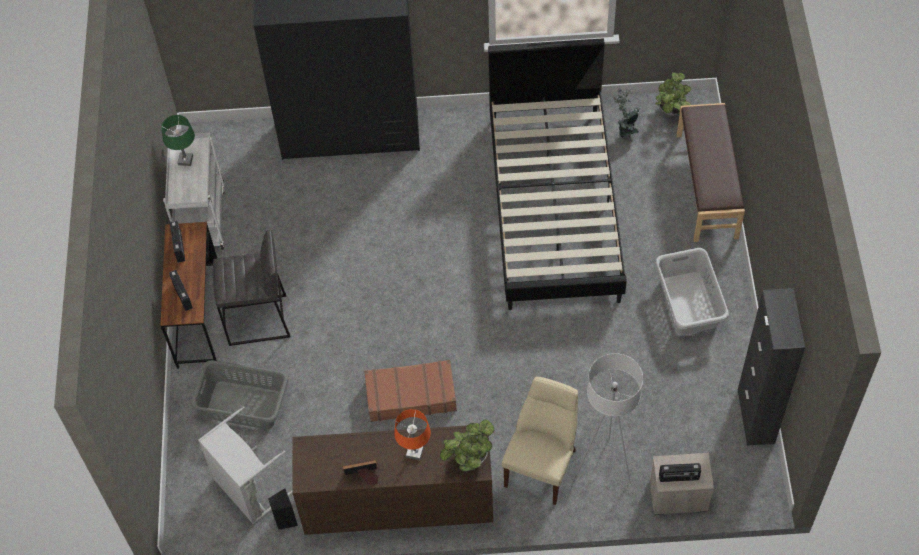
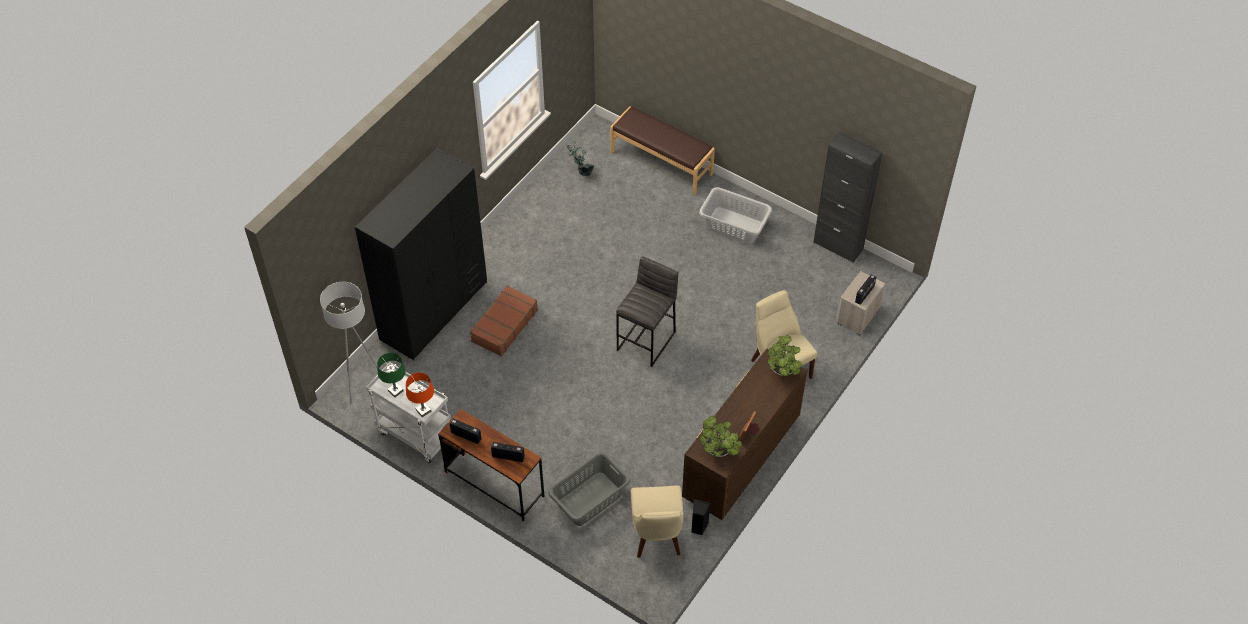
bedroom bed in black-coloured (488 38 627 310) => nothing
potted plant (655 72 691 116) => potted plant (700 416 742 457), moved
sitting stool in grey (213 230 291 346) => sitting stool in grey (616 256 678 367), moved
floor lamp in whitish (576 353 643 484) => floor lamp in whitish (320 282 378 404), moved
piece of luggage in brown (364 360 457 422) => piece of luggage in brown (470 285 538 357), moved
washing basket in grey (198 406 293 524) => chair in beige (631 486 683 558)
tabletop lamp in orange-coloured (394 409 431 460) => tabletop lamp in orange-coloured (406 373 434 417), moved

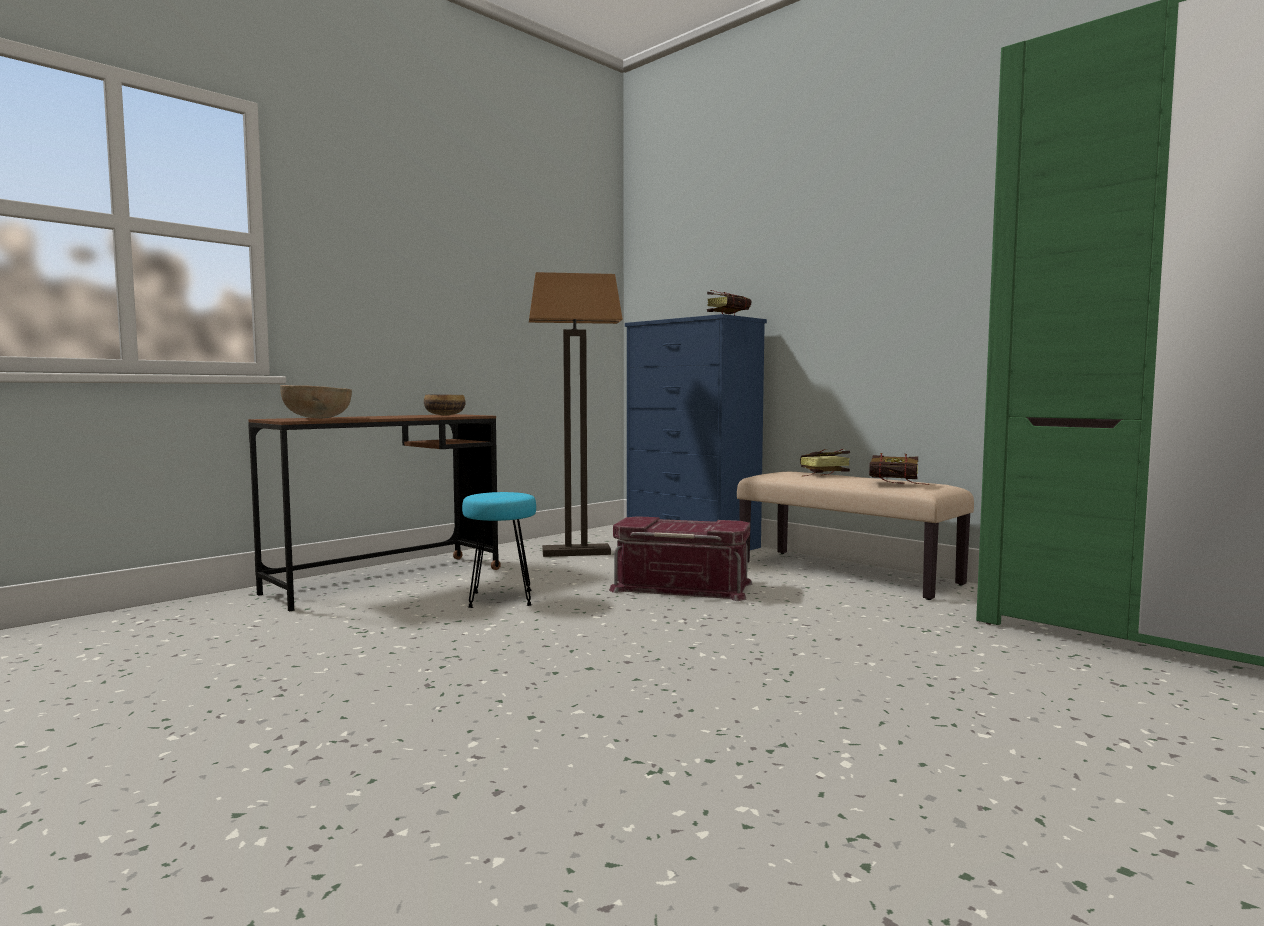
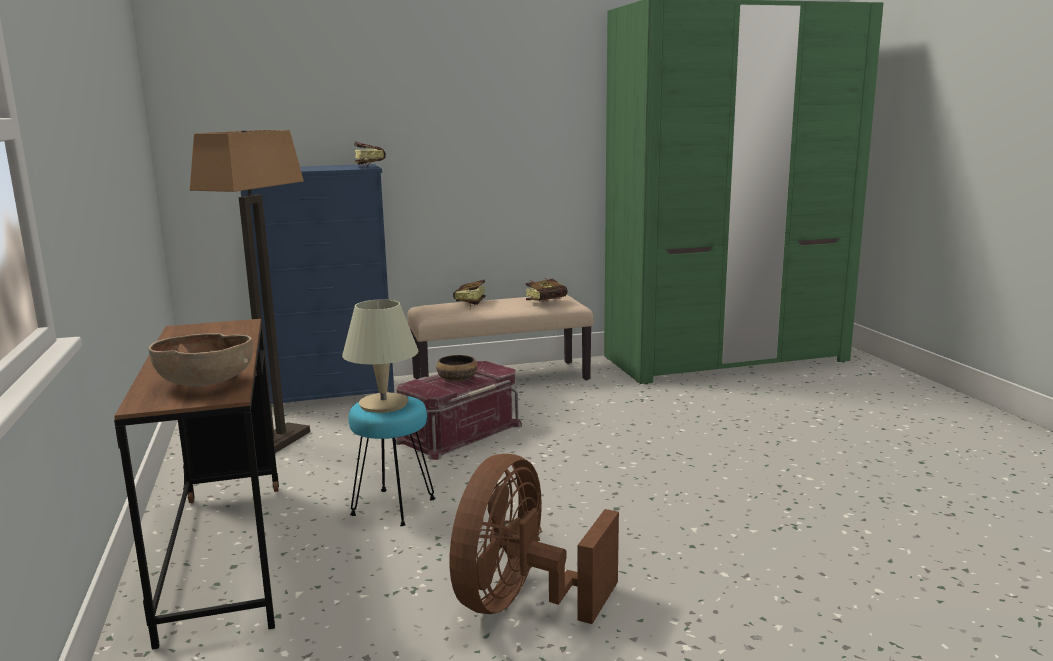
serving bowl (424 394 466 415) => serving bowl (437 355 477 382), moved
nothing => tabletop lamp in beige (342 300 419 413)
nothing => cooling fan in brown (450 454 619 624)

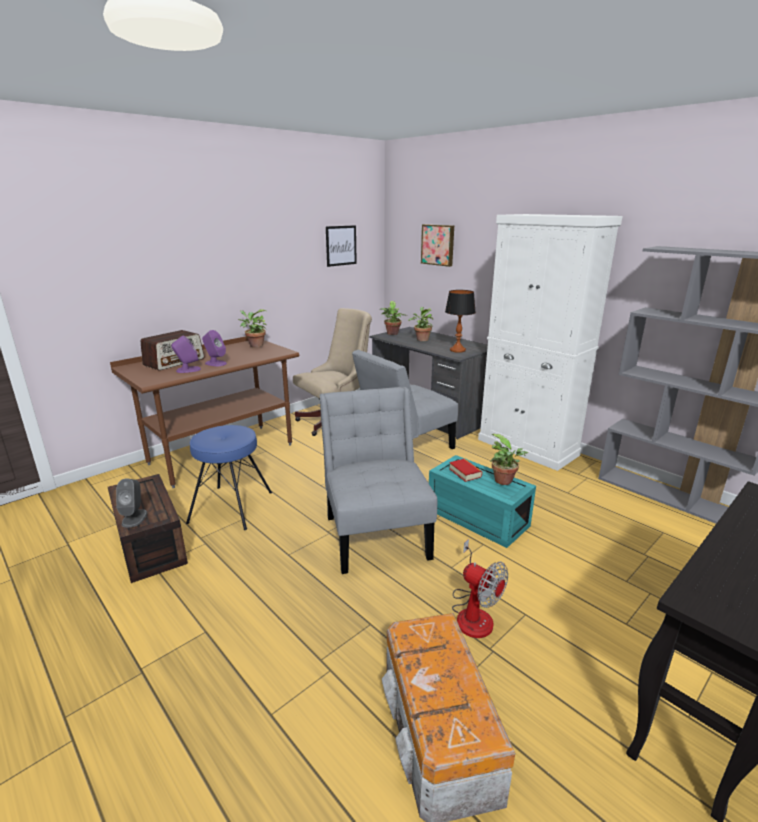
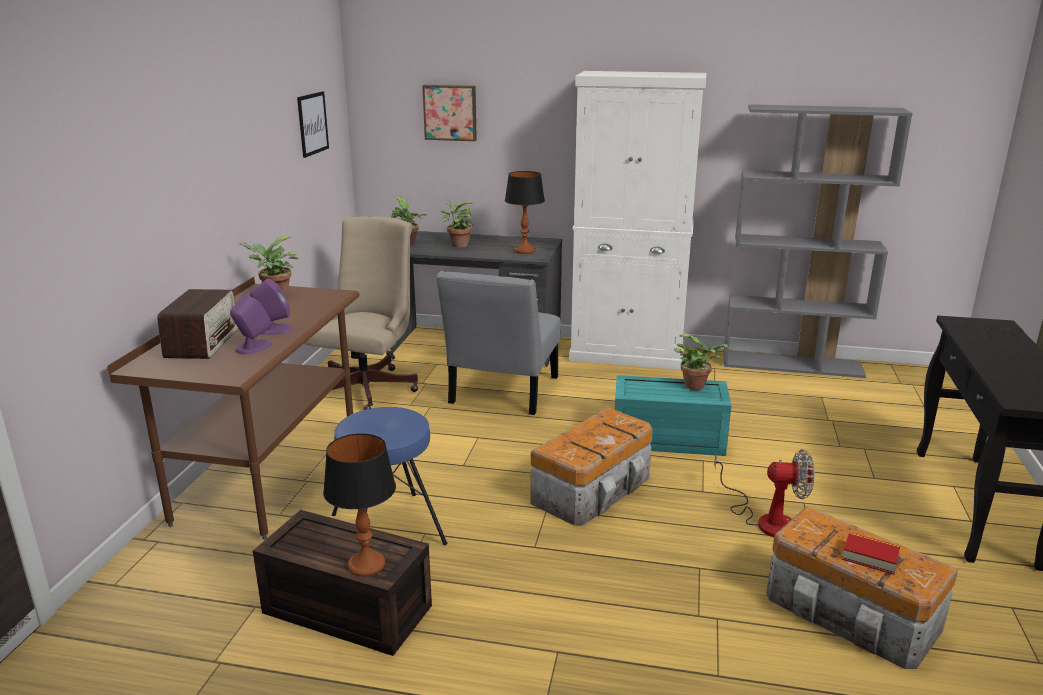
chair in grey (319 387 437 574) => storage bin (530 407 653 526)
volume (449 459 482 482) => volume (842 532 900 575), moved
speaker in grey (116 478 147 527) => tabletop lamp (323 433 396 577)

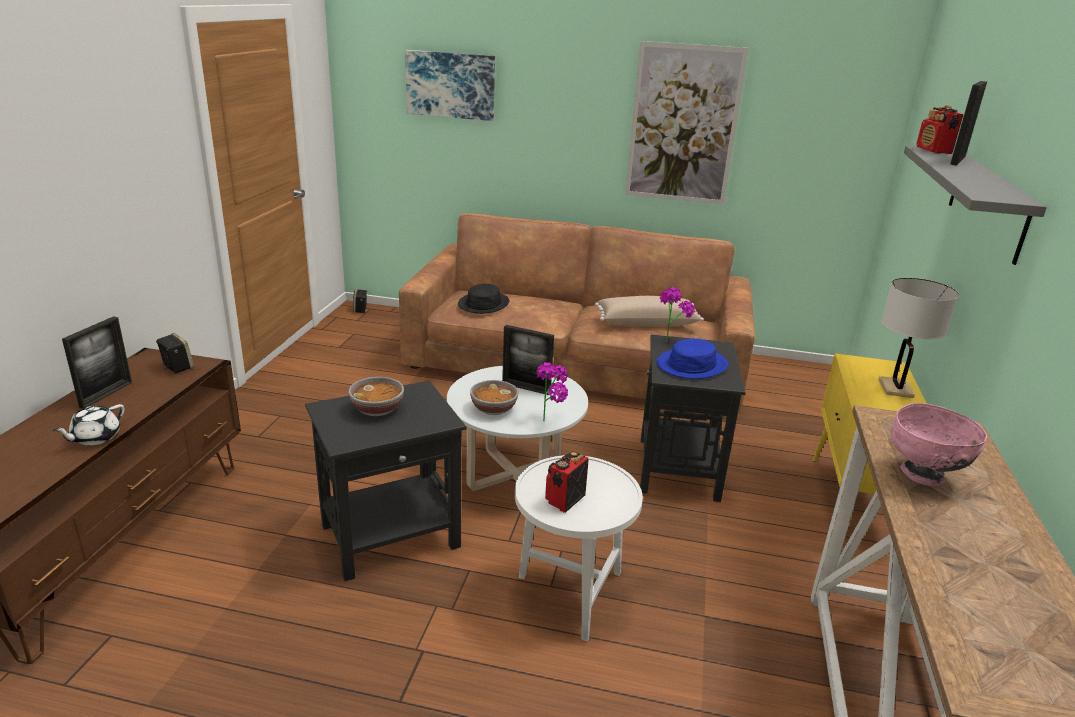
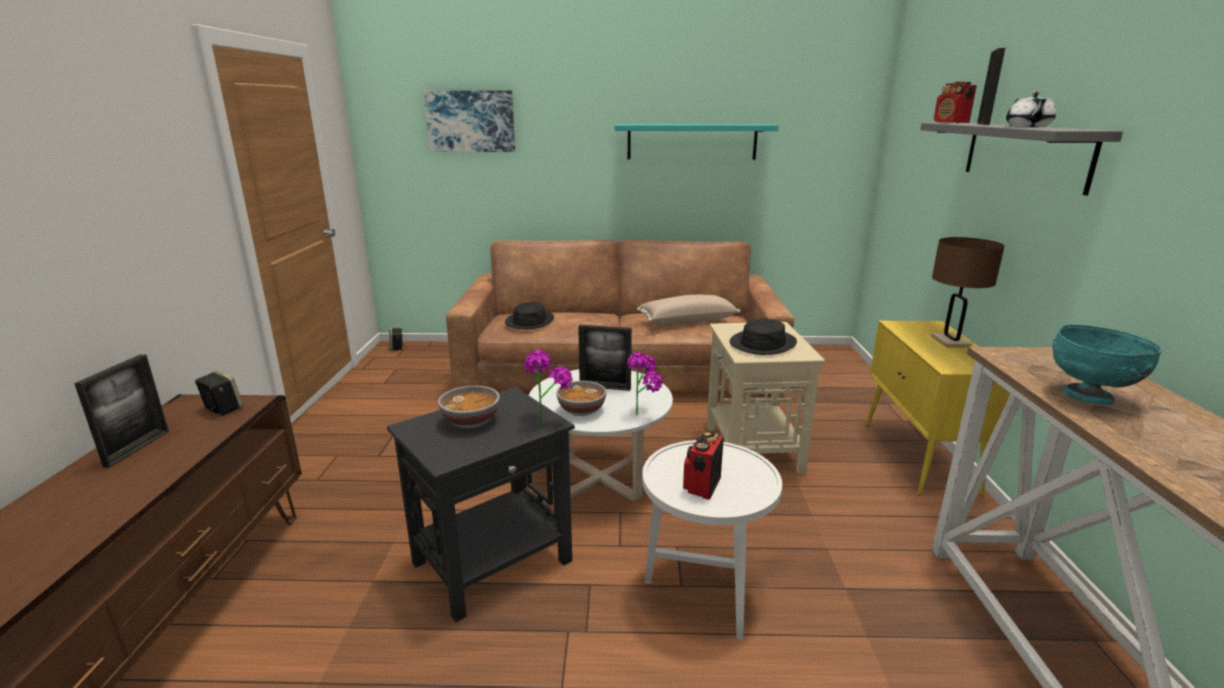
picture (625 41 749 205) => bracket shelf in turquoise (615 124 779 160)
tabletop lamp in whitish (878 278 959 398) => tabletop lamp in brown (931 237 1005 347)
potted plant (660 287 695 342) => potted plant (524 350 572 425), moved
side table in black-coloured (640 335 746 502) => side table in beige (707 322 825 474)
hat in bluish (657 338 728 379) => hat in black-coloured (730 318 797 355)
serving bowl in pink-coloured (891 403 987 486) => serving bowl in turquoise (1053 324 1163 405)
tea pot in whitish (53 404 125 446) => tea pot in whitish (1006 92 1056 127), moved

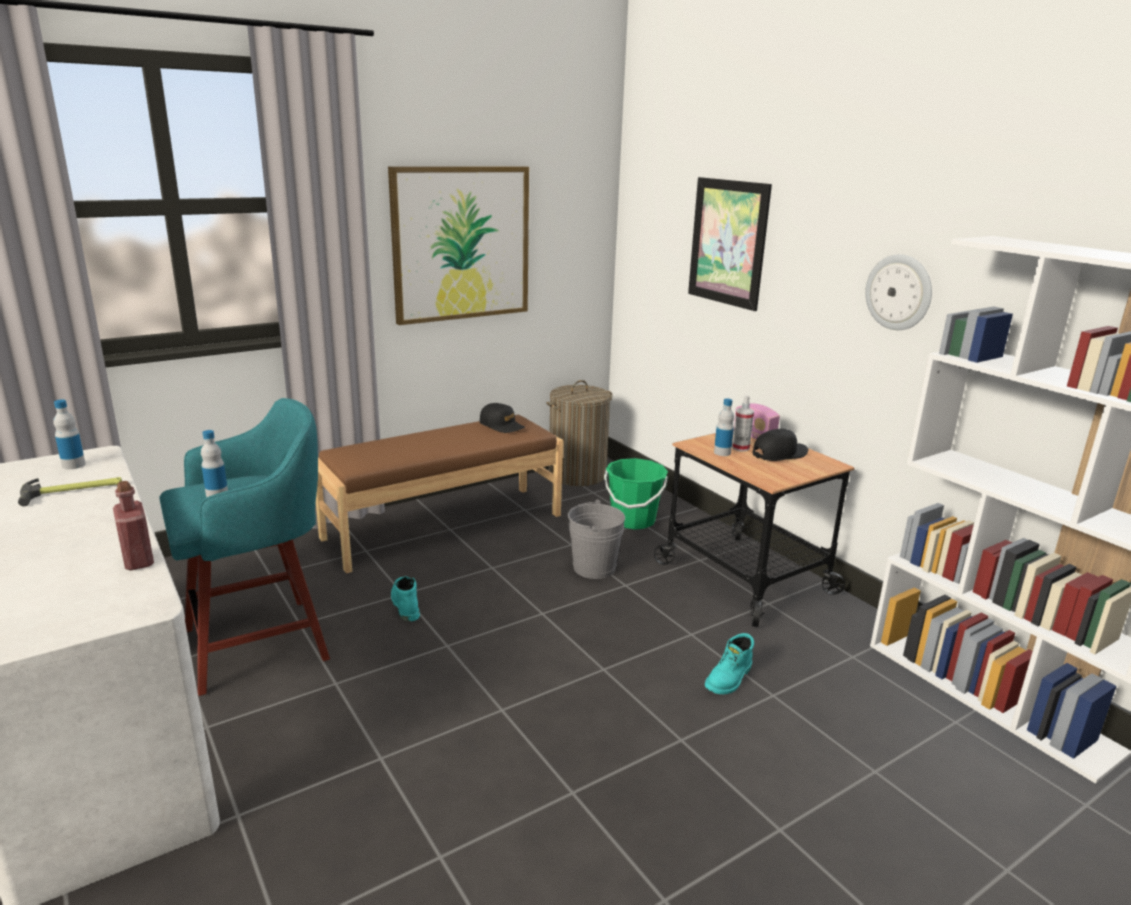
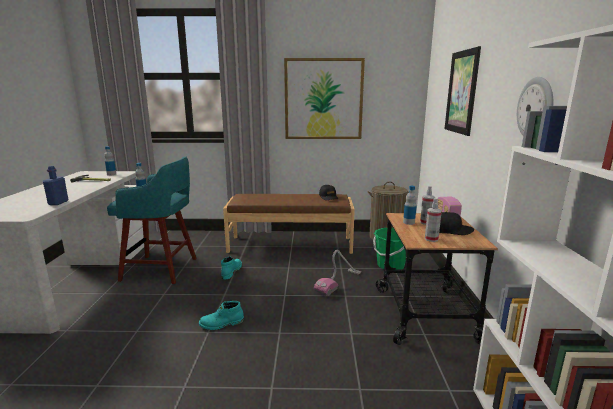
bottle in red (113 481 154 570) => bottle in bluish (43 166 68 205)
water bucket in grey (568 500 625 579) => hoover (314 250 361 296)
tall boot in turquoise (705 633 754 695) => tall boot in turquoise (199 301 244 330), moved
nothing => hand sprayer (425 198 442 242)

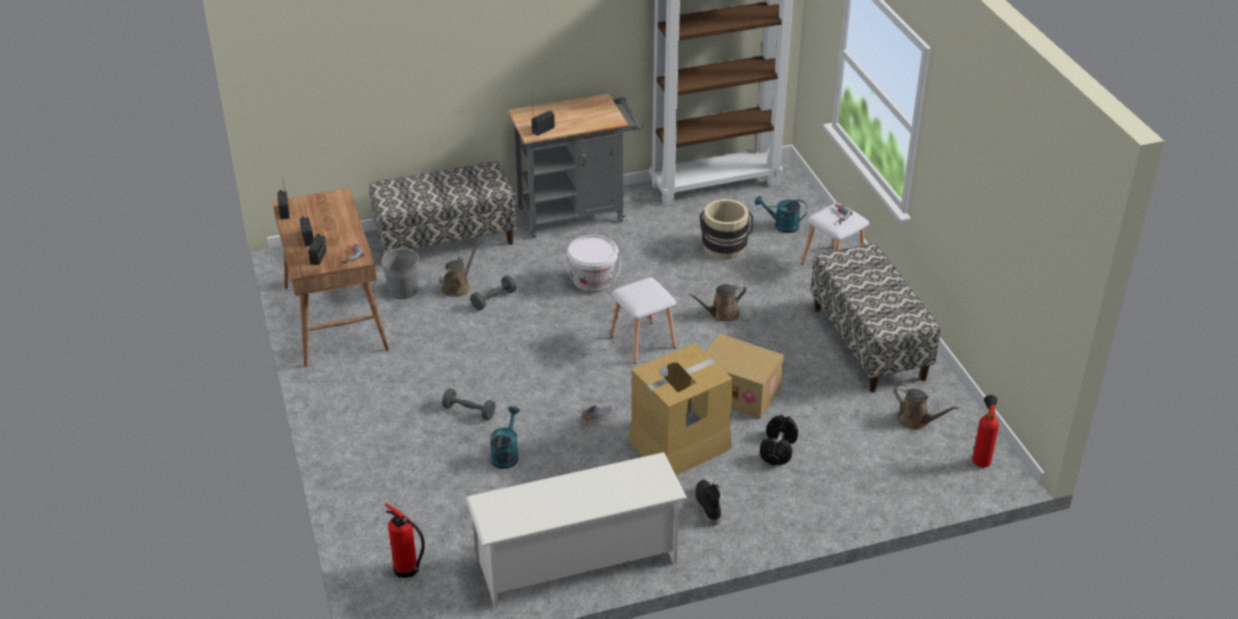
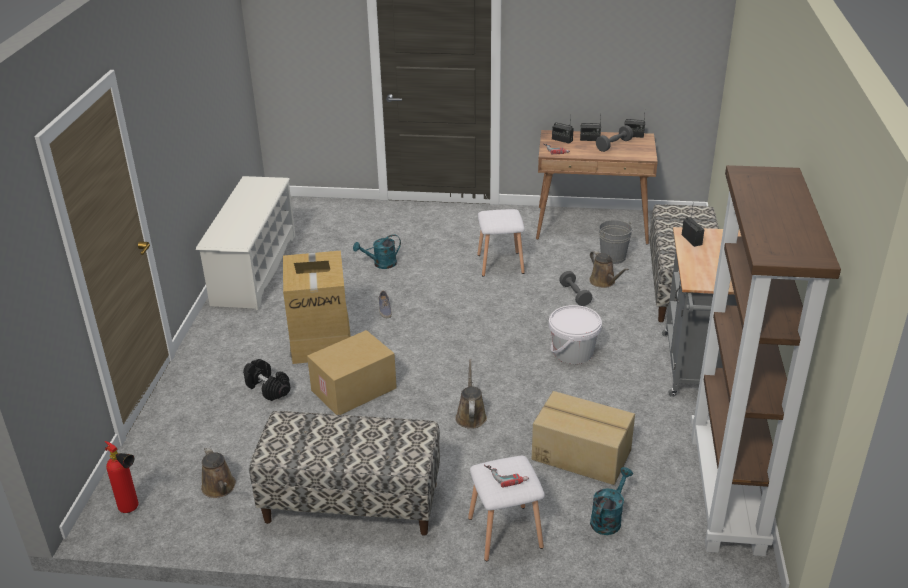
water bucket in beige (699 199 754 260) => carton (532 391 635 485)
sitting stool in whitish (610 277 677 364) => sitting stool in whitish (477 209 525 277), moved
watering pot in brown (894 386 959 430) => watering pot in brown (201 446 236 498), 90 degrees counterclockwise
dumbbell in grey (442 388 496 420) => dumbbell in grey (596 125 633 152), moved
watering pot in turquoise (490 406 520 469) => watering pot in turquoise (353 234 401 269), 120 degrees clockwise
tall boot in black-coloured (695 480 721 526) => nothing
fire extinguisher (384 503 425 578) => nothing

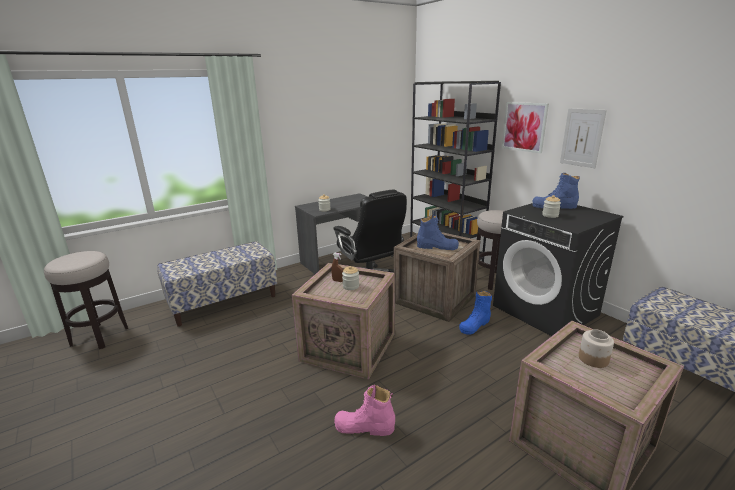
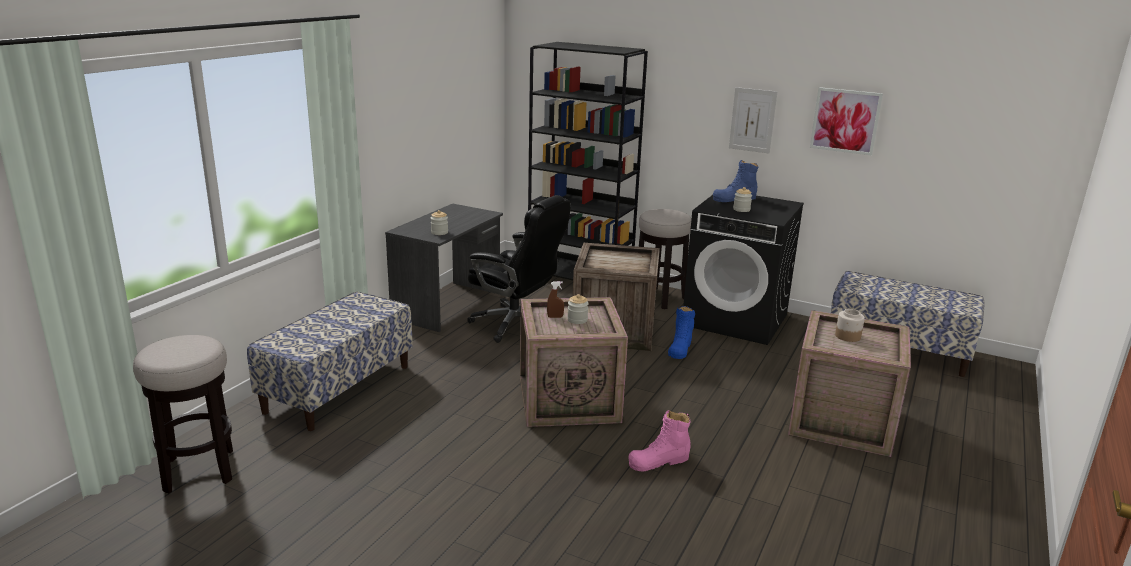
picture (502 102 549 154) => picture (810 87 883 156), moved
tall boot in bluish (417 215 459 250) => nothing

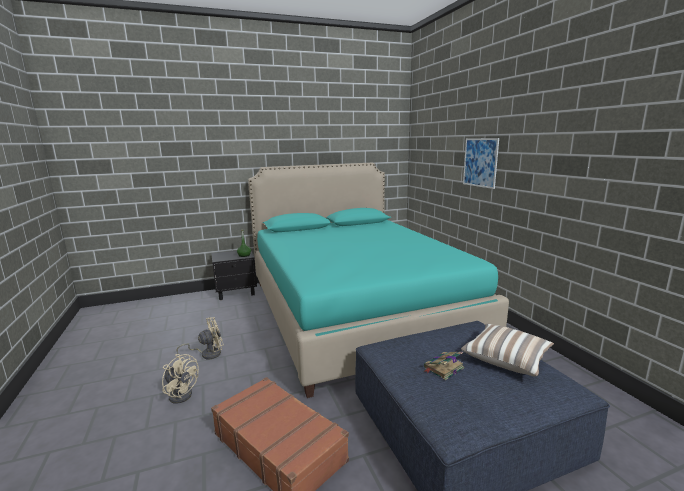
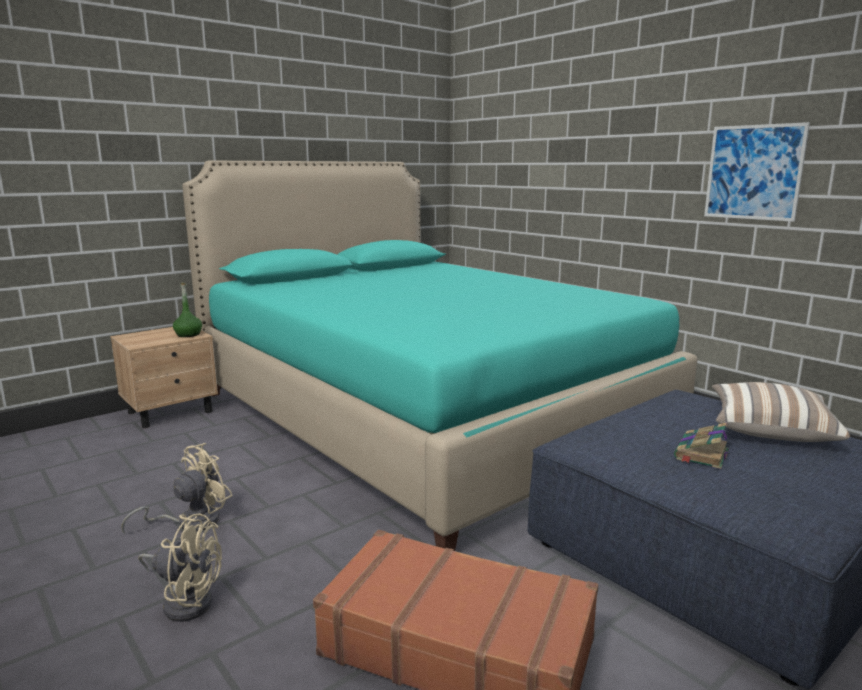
picture (463 138 499 189) => picture (704 122 810 222), moved
bedside table in black-coloured (211 250 257 300) => bedside table in beige (110 327 218 428)

